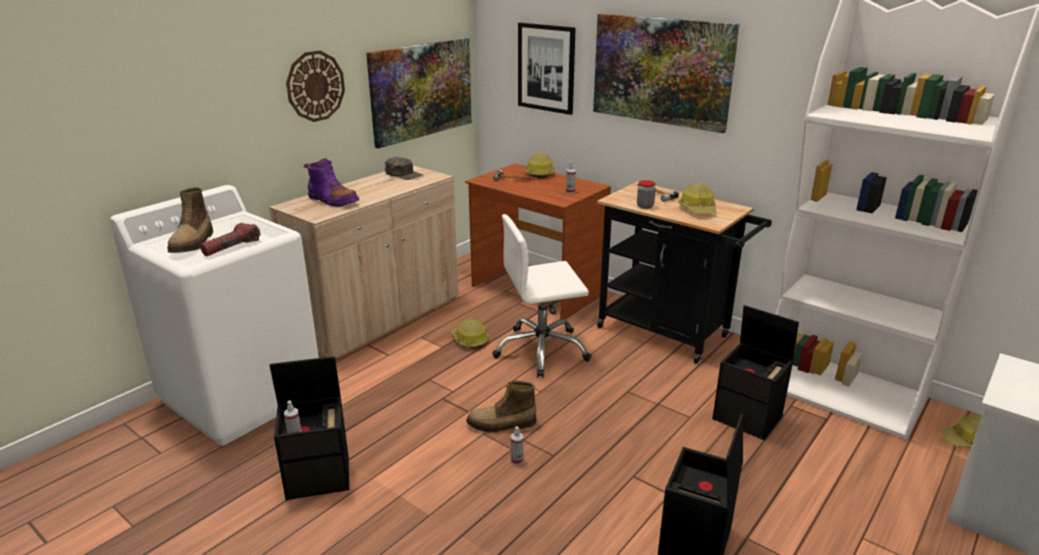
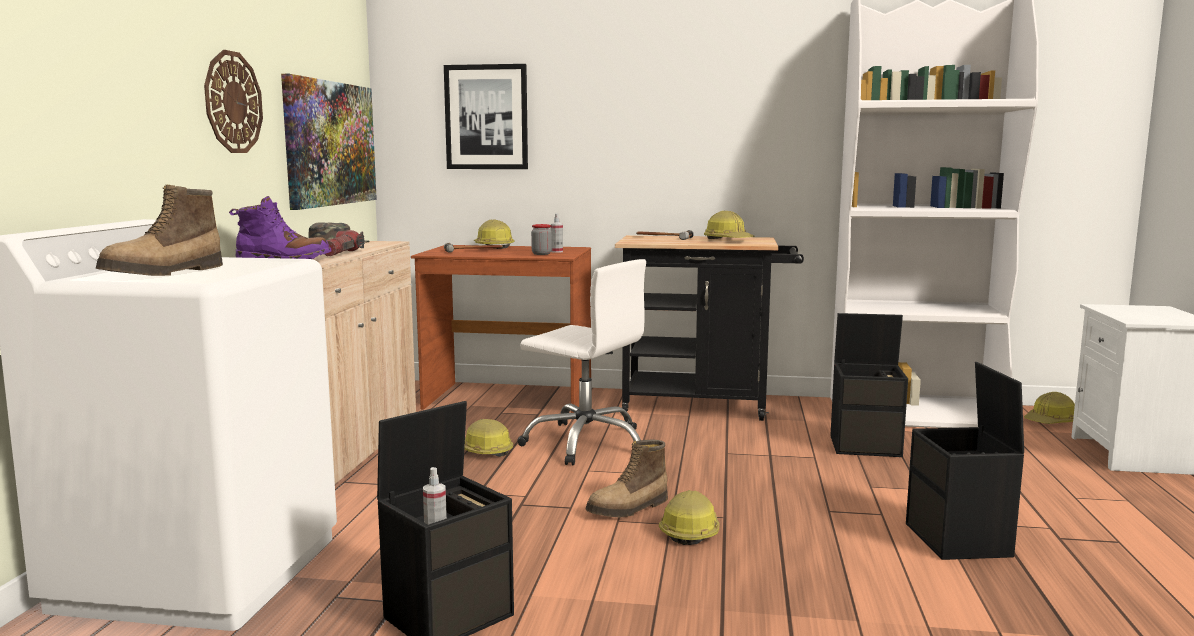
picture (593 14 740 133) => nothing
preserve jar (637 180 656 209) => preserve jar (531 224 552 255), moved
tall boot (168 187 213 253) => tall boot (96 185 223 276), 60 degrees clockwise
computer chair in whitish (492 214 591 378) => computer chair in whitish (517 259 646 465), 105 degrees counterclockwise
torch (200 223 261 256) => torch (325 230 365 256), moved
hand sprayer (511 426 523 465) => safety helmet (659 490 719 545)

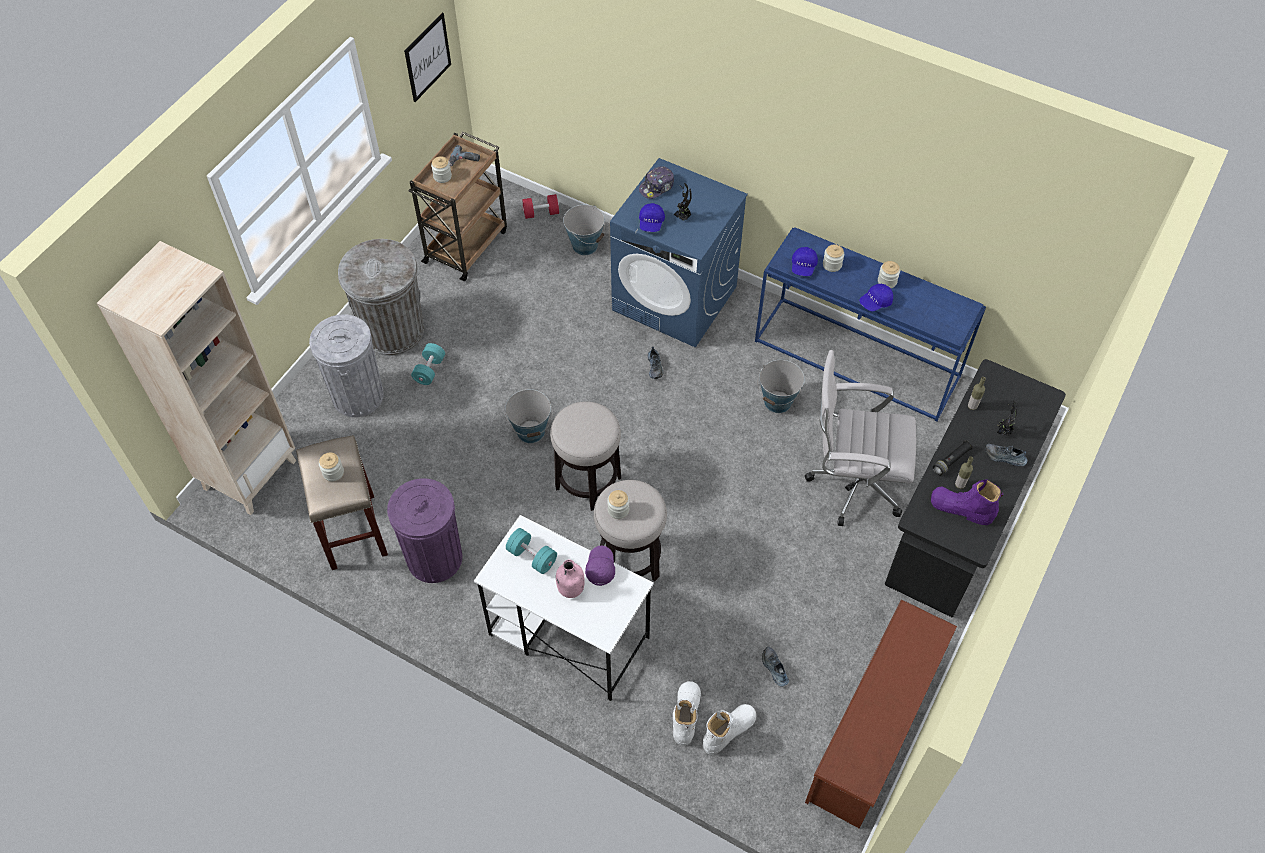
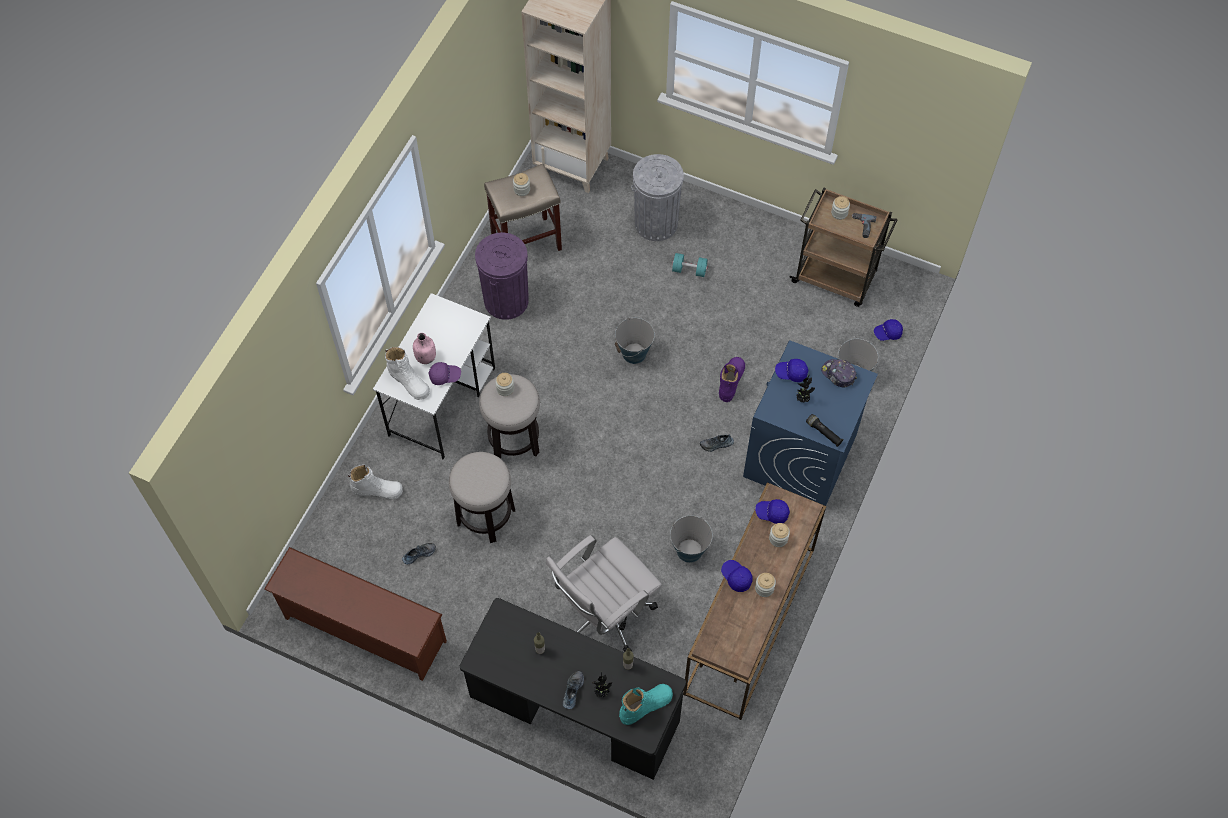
picture (404 13 451 102) => nothing
dumbbell in red (522 194 559 219) => baseball cap in bluish (874 319 903 341)
hall table in bluish (755 227 986 422) => hall table in brown (683 482 826 720)
trash can in grey (338 239 424 356) => nothing
computer chair in whitish (805 350 916 526) => computer chair in whitish (546 535 662 652), 135 degrees counterclockwise
sitting stool (550 401 621 511) => sitting stool (449 452 515 543), moved
torch in black-coloured (933 440 973 476) => torch in black-coloured (806 414 844 447), moved
tall boot in purple (931 479 1003 525) => tall boot in purple (719 357 745 402), moved
dumbbell in turquoise (506 528 557 574) => nothing
tall boot in whitish (703 704 756 755) => tall boot in whitish (385 347 430 400), moved
nothing => tall boot in turquoise (619 684 673 725)

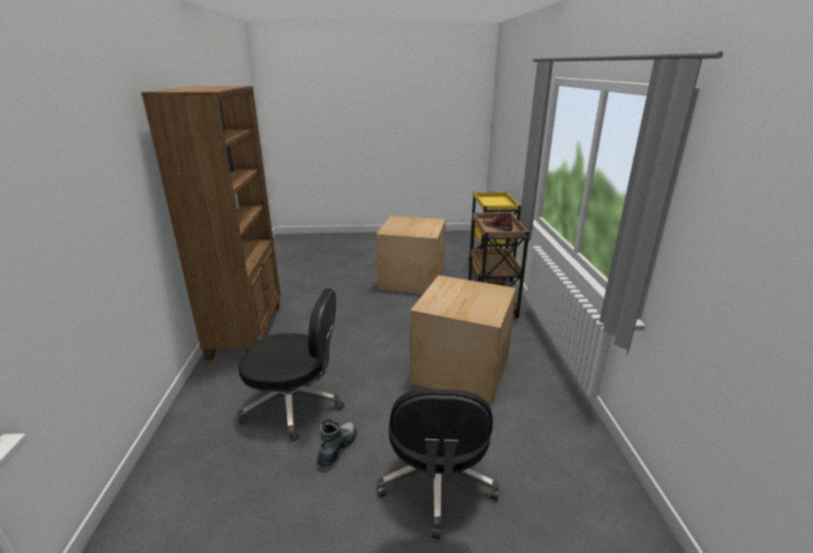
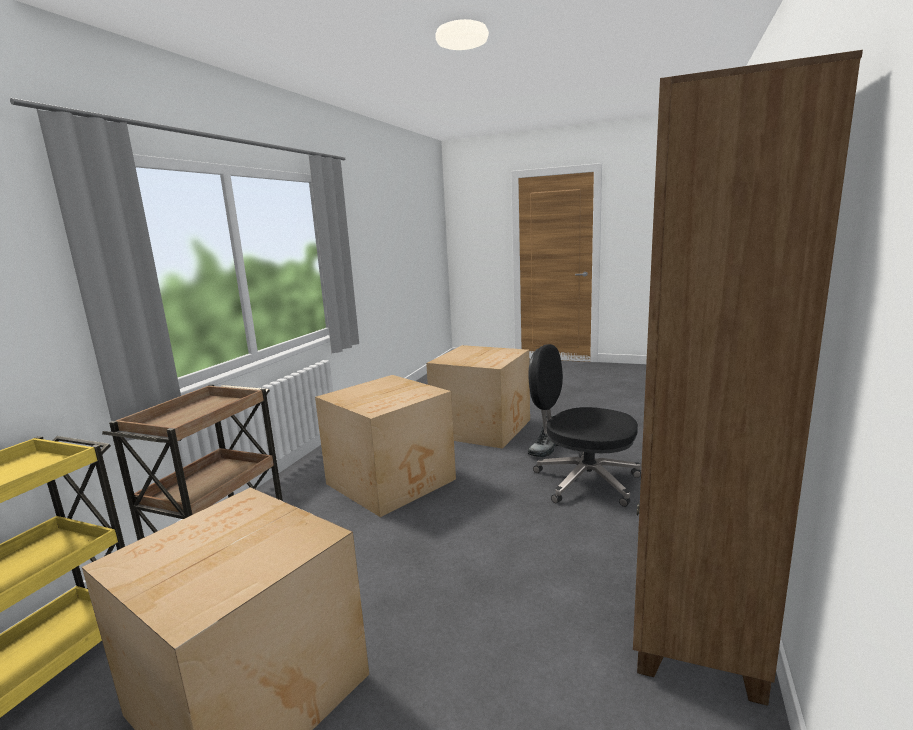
tall boot in brown (483 213 513 231) => nothing
computer chair in black-coloured (376 389 500 540) => carton (426 345 530 449)

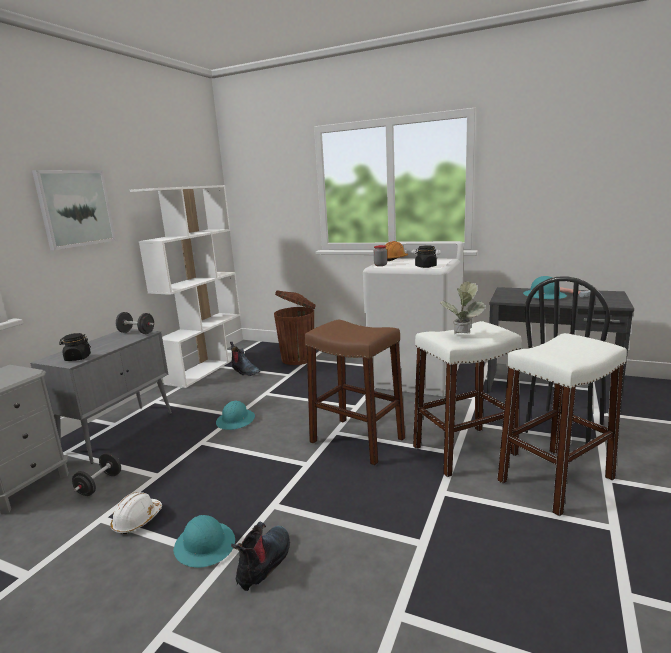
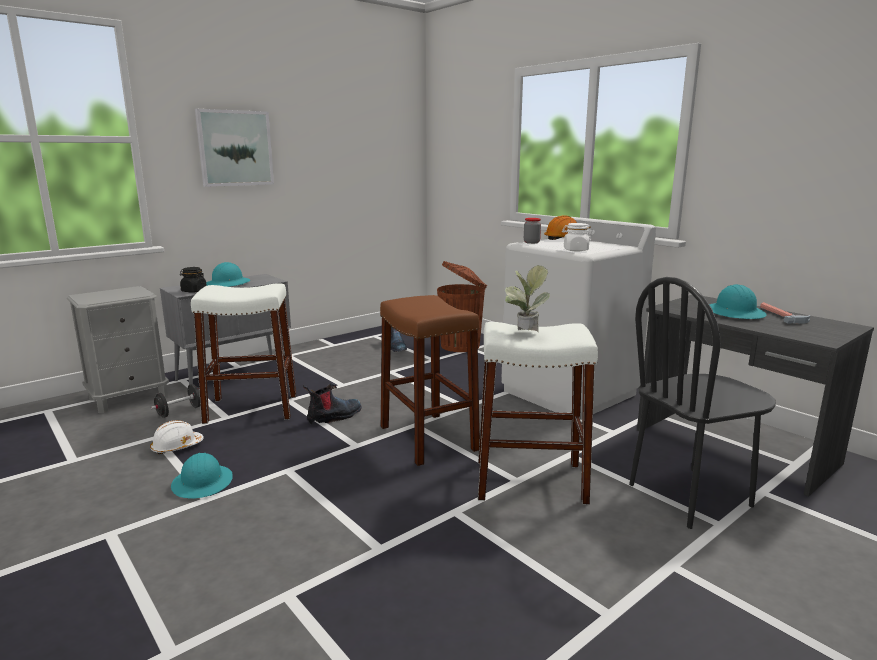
shelving unit in whitish (130 185 245 388) => nothing
preserve jar in black-coloured (415 245 437 268) => preserve jar in whitish (562 223 591 252)
dumbbell in black-coloured (116 312 154 334) => nothing
sitting stool in whitish (497 333 627 516) => sitting stool in whitish (191 283 296 424), moved
safety helmet in turquoise (216 401 255 430) => safety helmet in turquoise (206 262 250 287), moved
tall boot (231 522 290 591) => tall boot (303 383 362 424), moved

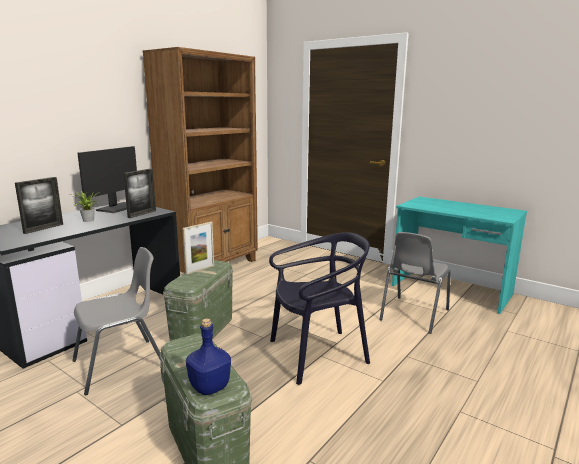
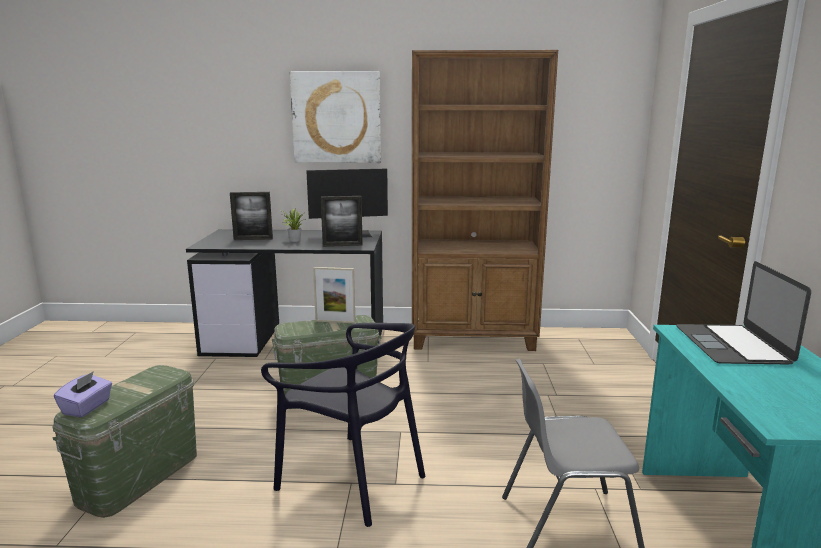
chair in grey (72 247 160 395) => nothing
bottle in bluish (186 318 231 395) => tissue box in purple (54 371 112 417)
nothing => picture (289 71 381 163)
nothing => laptop (676 261 811 364)

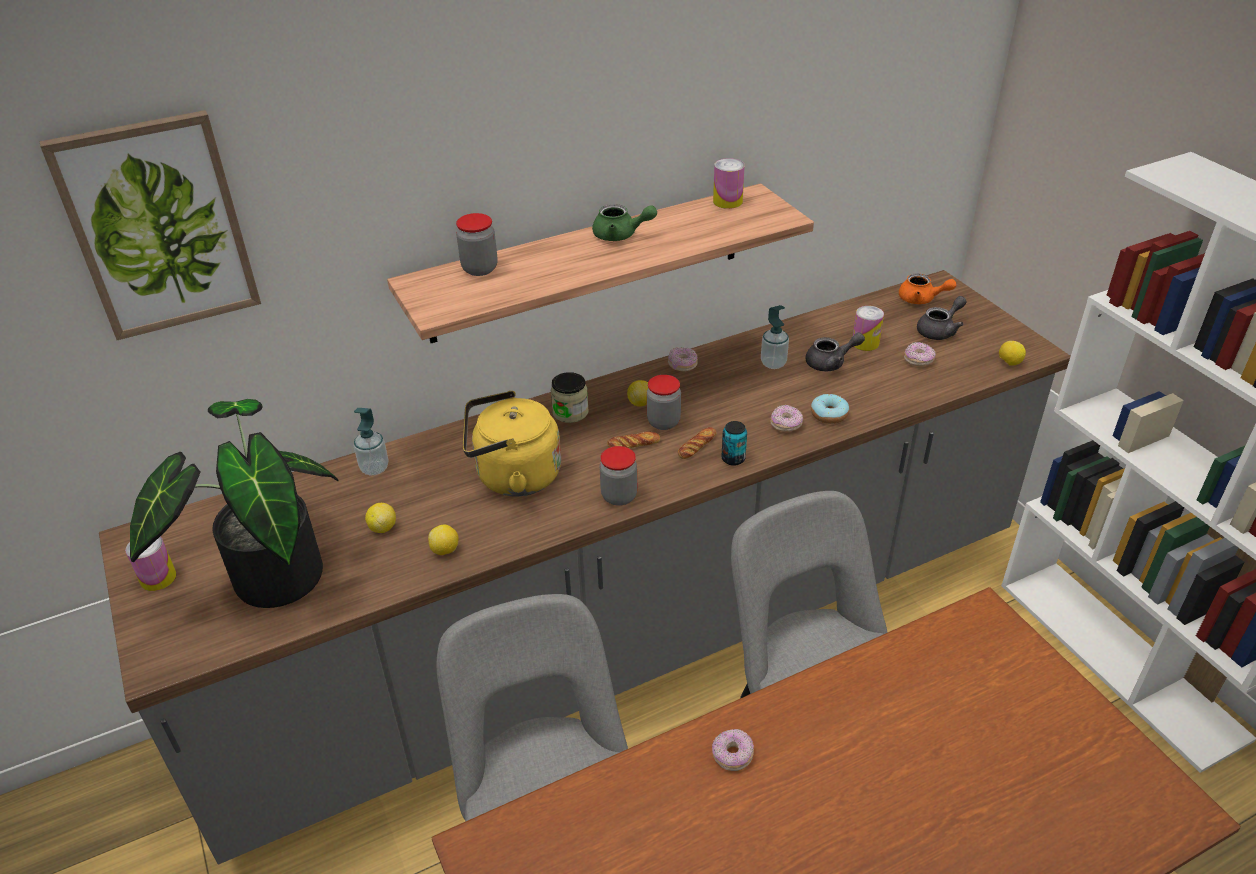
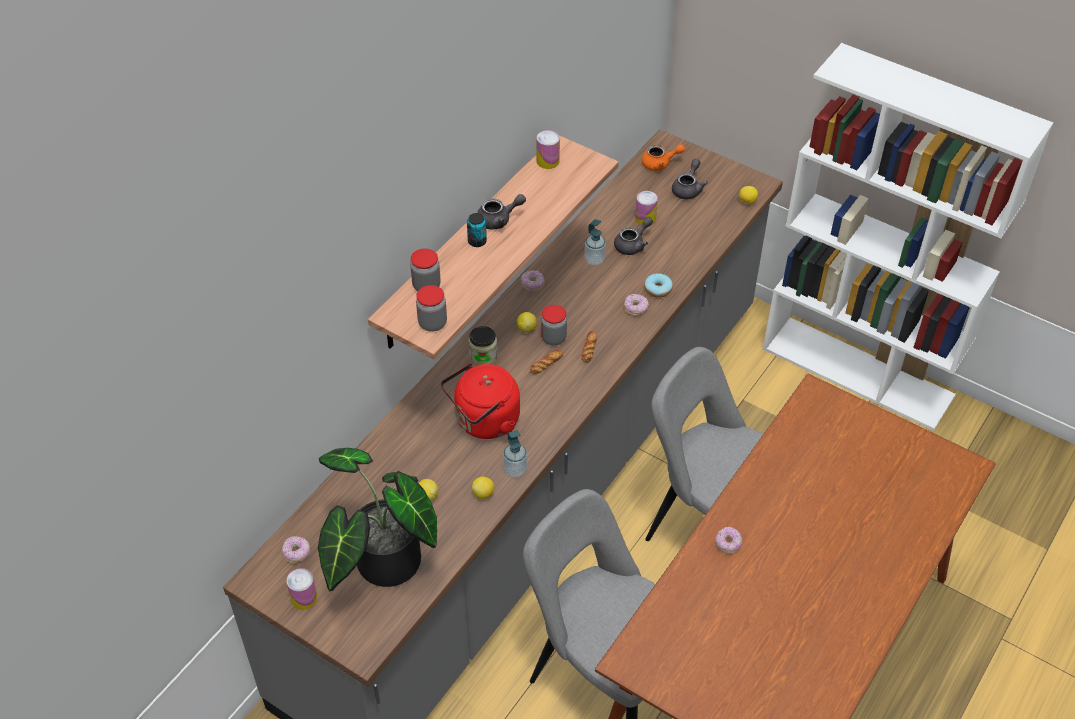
picture (40 110 261 340) => nothing
tea pot in greenish (592 204 657 241) => tea pot in grey (477 194 526 230)
doughnut (904 342 936 366) => doughnut (282 536 310 563), moved
tea kettle in yellow-coloured (463 391 561 497) => tea kettle in red (441 363 520 439)
soap bottle (354 408 388 475) => soap bottle (503 430 527 477), moved
metal can (721 421 747 466) => metal can (467 213 487 247), moved
preserve jar (600 446 637 506) => preserve jar (416 285 447 332), moved

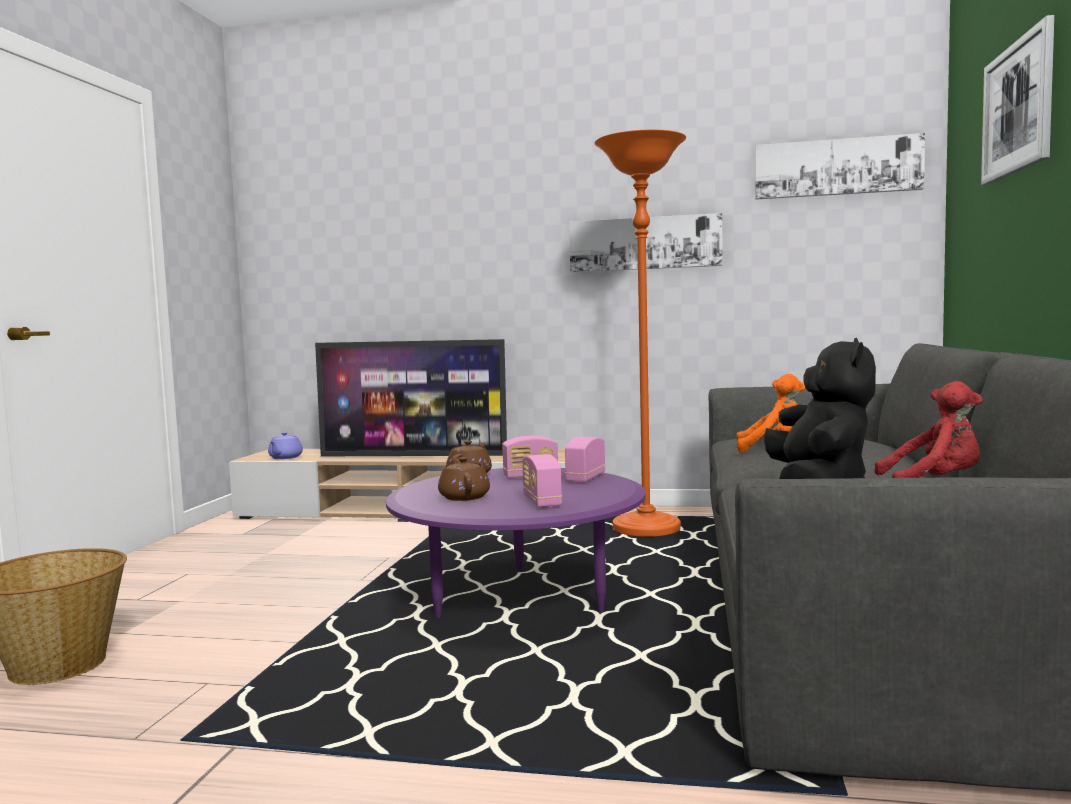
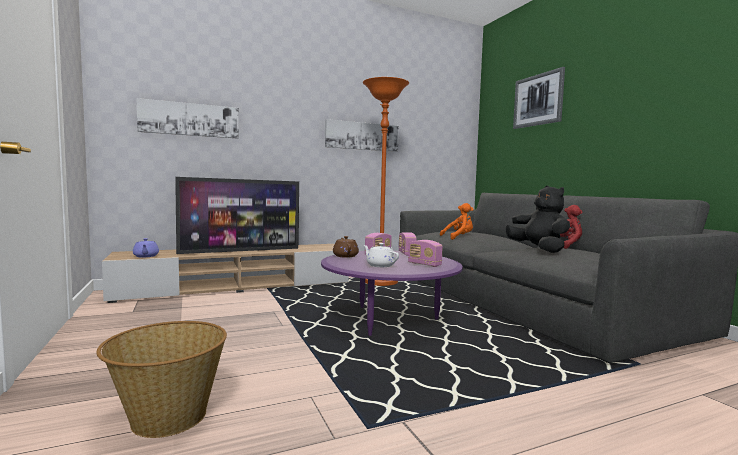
picture (755 133 925 200) => picture (136 98 239 139), moved
tea pot in brown (438 457 490 501) => tea pot in whitish (363 243 399 267)

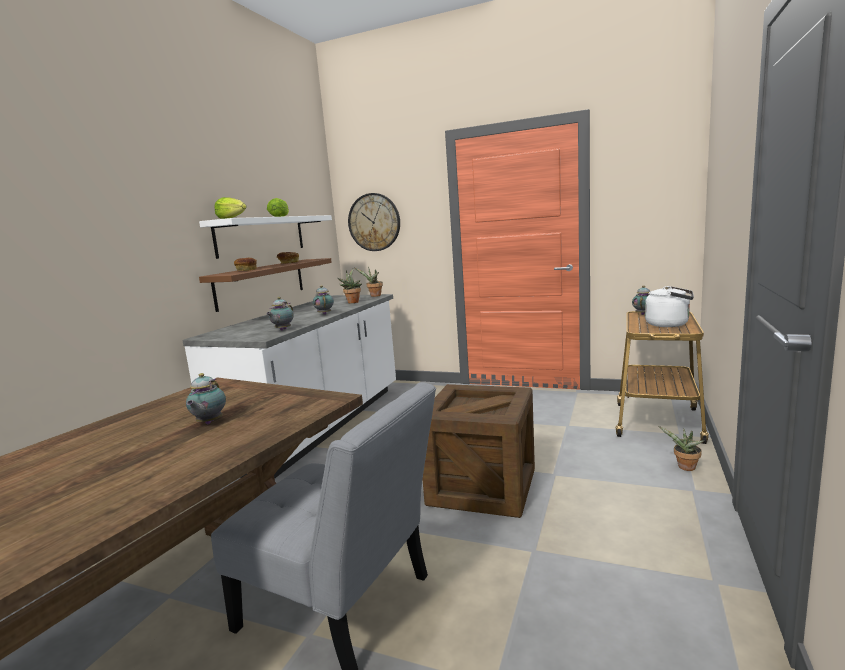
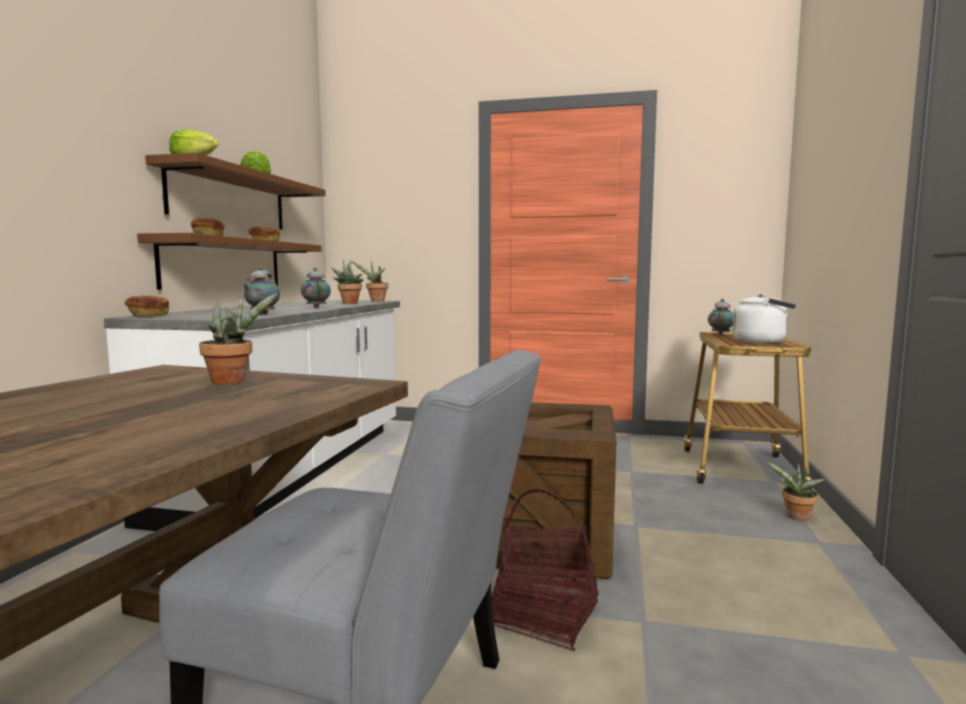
wall clock (348 193 400 251) => nothing
bracket shelf in whitish (199 215 332 259) => bracket shelf in brown (145 153 326 230)
tea pot (186 373 226 424) => nothing
nothing => potted plant (199 291 278 384)
nothing => bread (125 296 169 317)
nothing => household basket (491 489 599 651)

